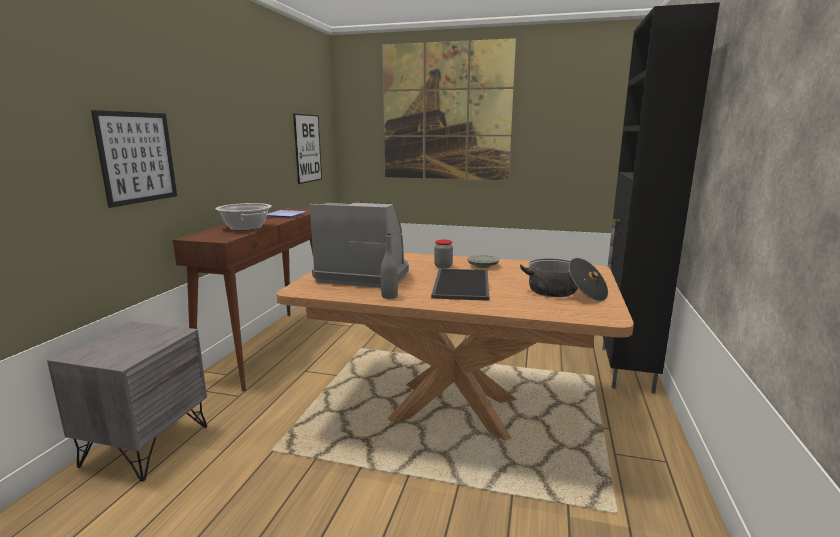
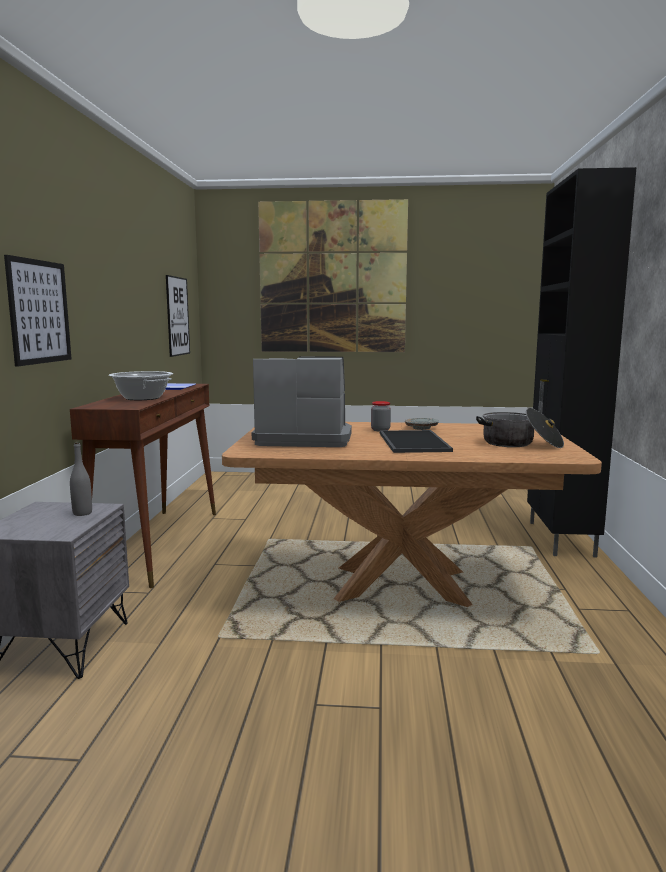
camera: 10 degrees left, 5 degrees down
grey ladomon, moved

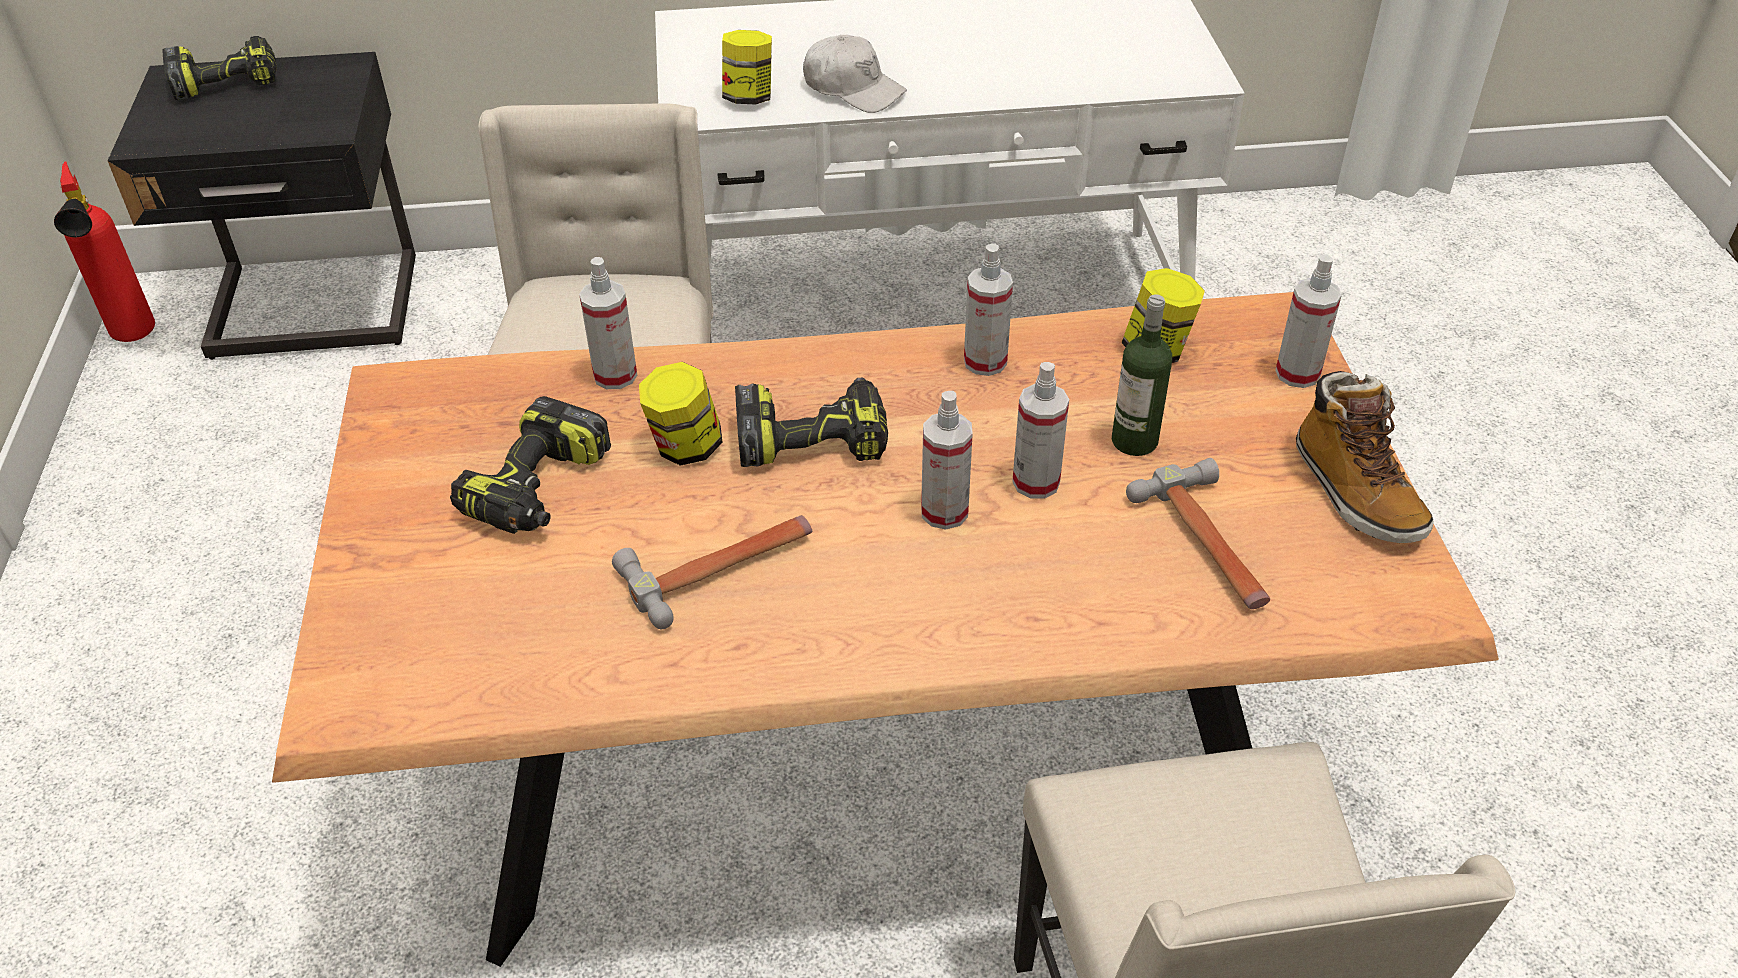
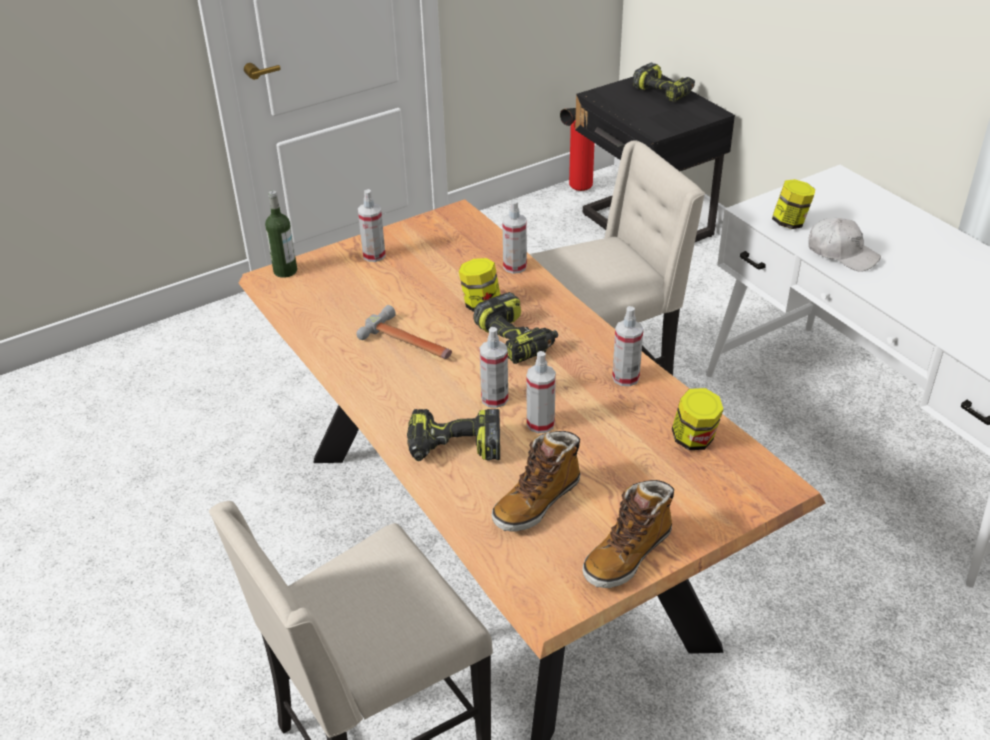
camera: 65 degrees right, 5 degrees down
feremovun (2nd from left in the first image) -> feremovun (1st from left), moved
ladomon, moved
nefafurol (5th from left in the first image) -> nefafurol (1st from left), moved
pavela (2nd from left) -> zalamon (1st from left)
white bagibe, 60 degrees counterclockwise

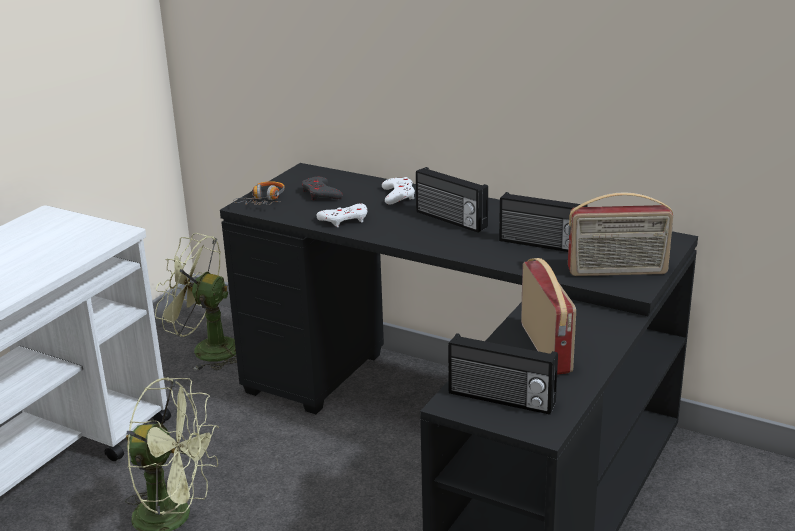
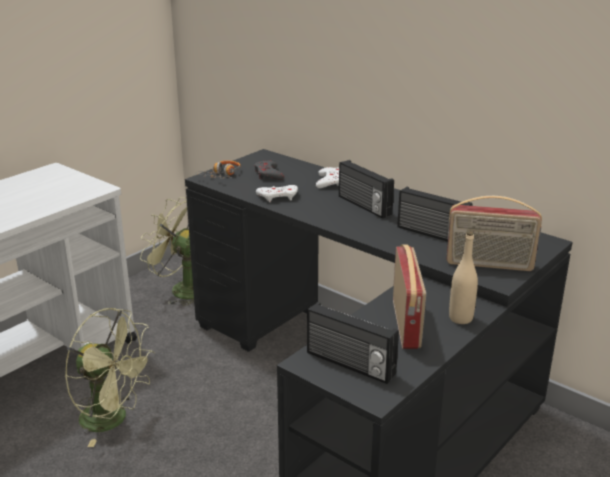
camera: 10 degrees right, 0 degrees up
none -> beige ladomon

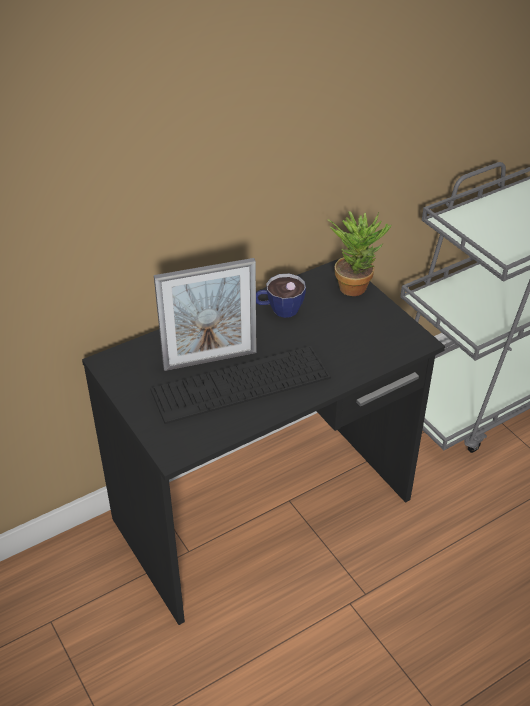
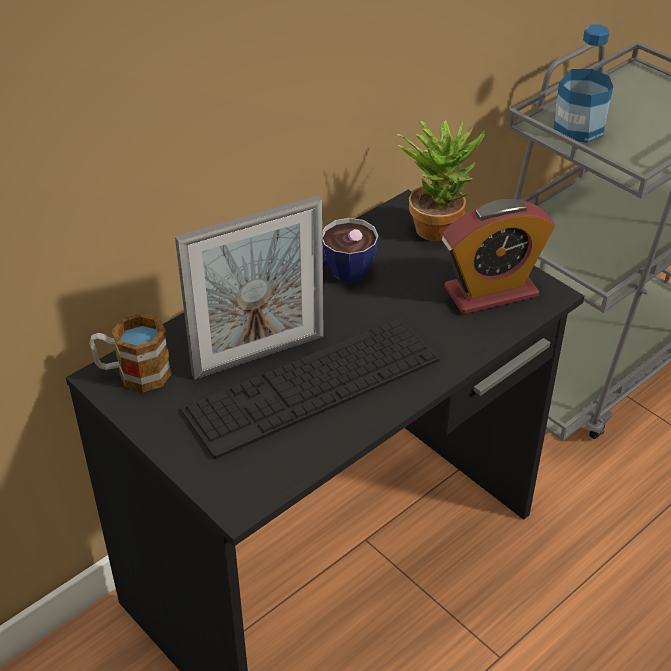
camera: 10 degrees left, 0 degrees up
none -> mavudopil
none -> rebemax
none -> ladomon

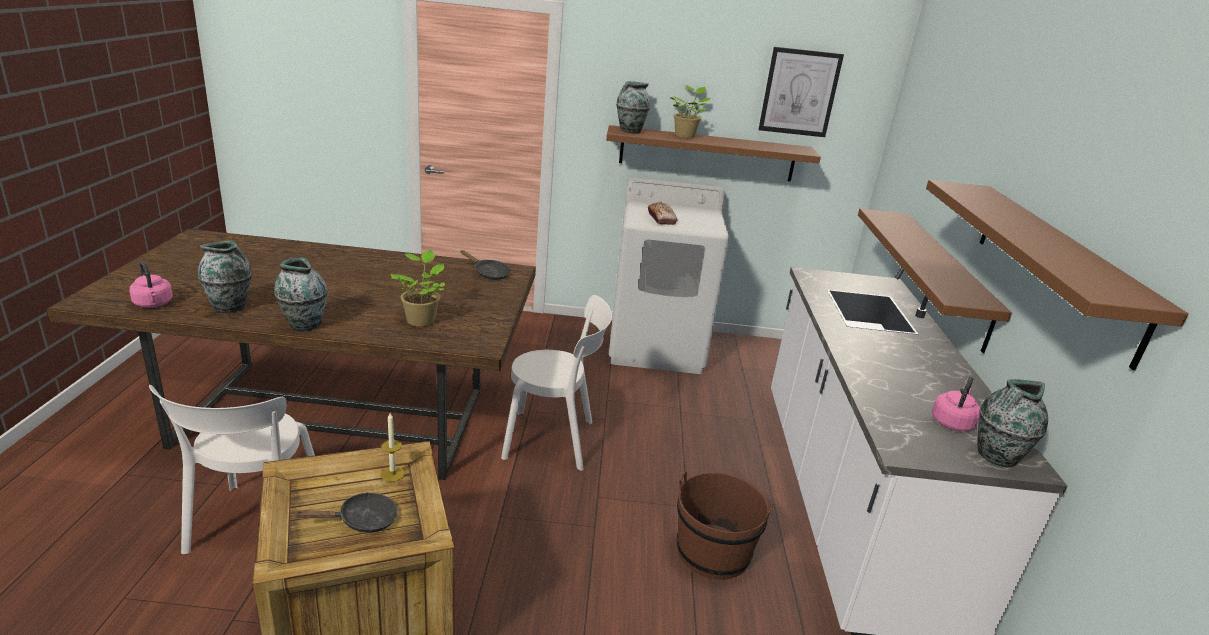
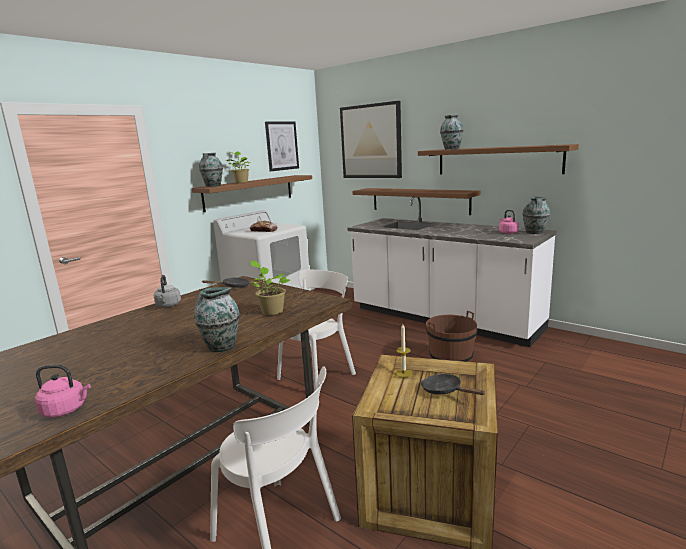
camera: 50 degrees left, 10 degrees down
none -> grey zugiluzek
none -> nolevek (2nd from left)
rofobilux (1st from left in the first image) -> rofobilux (3rd from left), moved
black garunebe (1st from left in the first image) -> black garunebe (2nd from left), 60 degrees counterclockwise

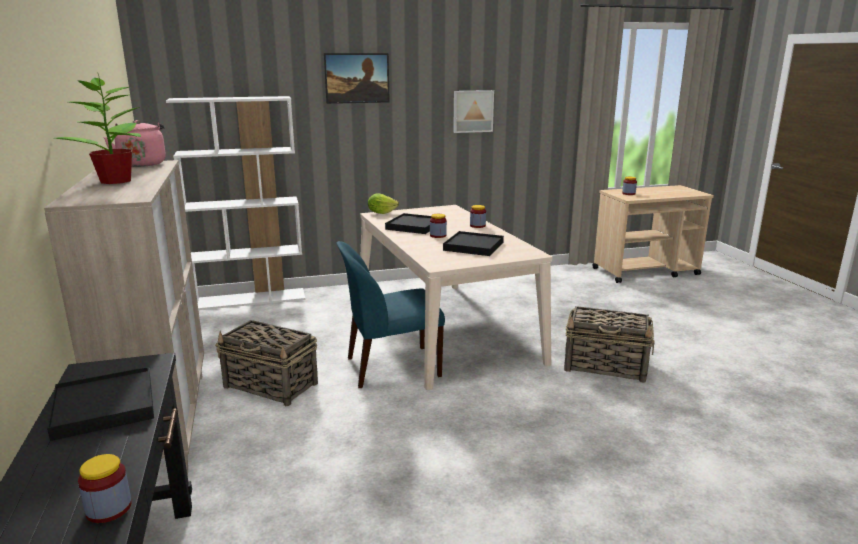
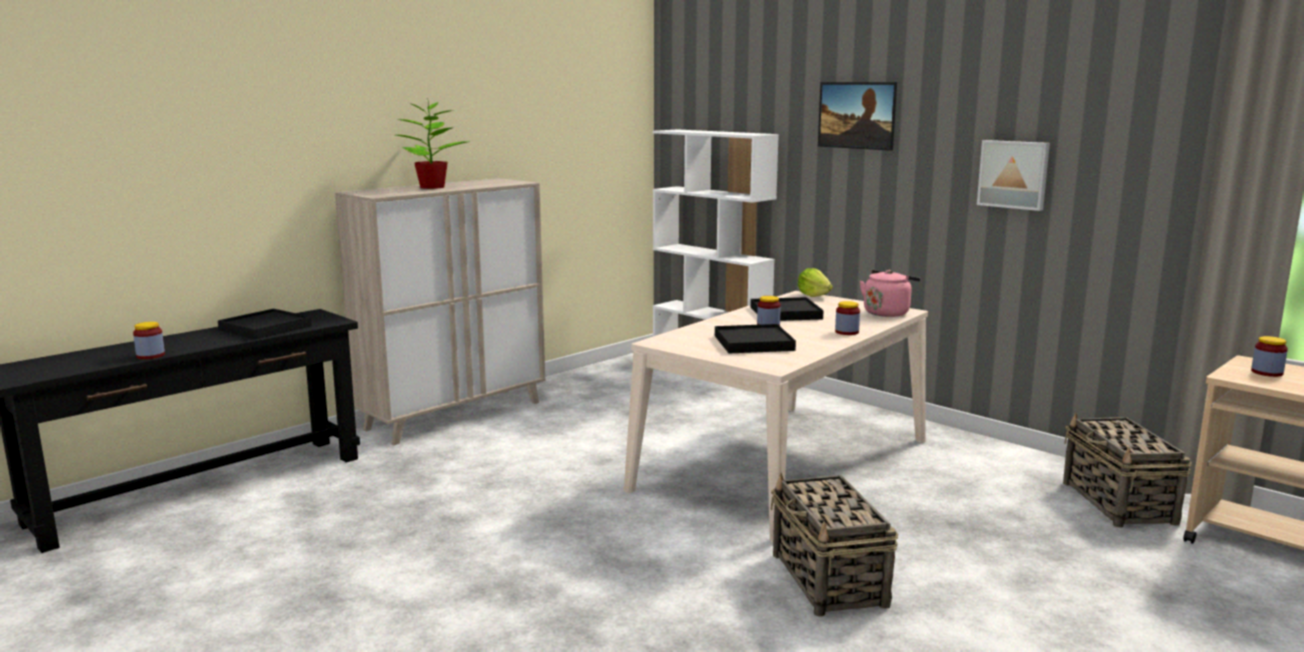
camera: 60 degrees right, 5 degrees down
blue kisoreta -> none
pink zugiluzek, moved
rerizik (1st from left in the first image) -> rerizik (2nd from left), moved

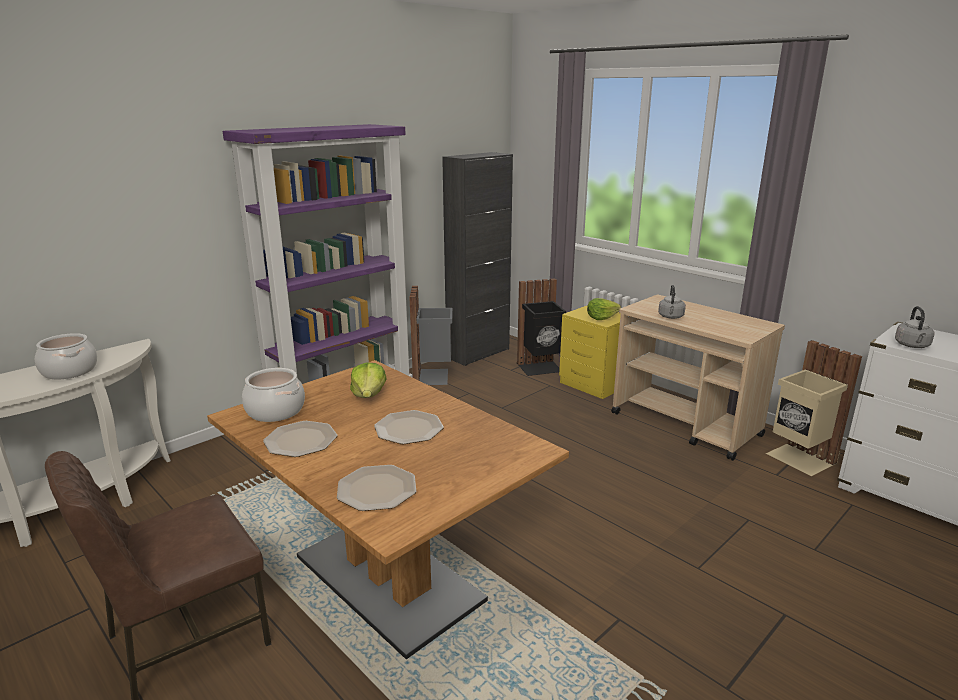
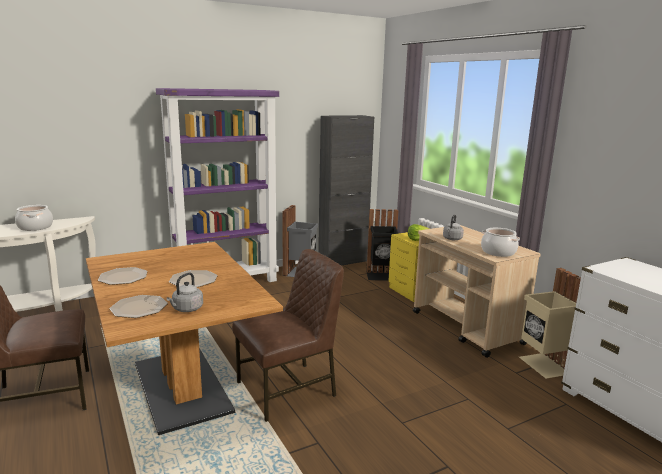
camera: 15 degrees right, 5 degrees down
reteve (1st from left) -> none
none -> brown kisoreta (2nd from left)
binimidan (2nd from left), moved
grey zugiluzek (2nd from left in the first image) -> grey zugiluzek (1st from left), moved

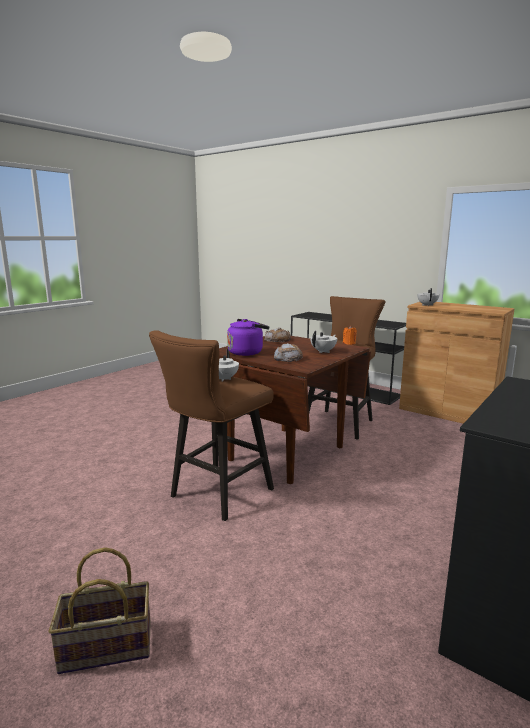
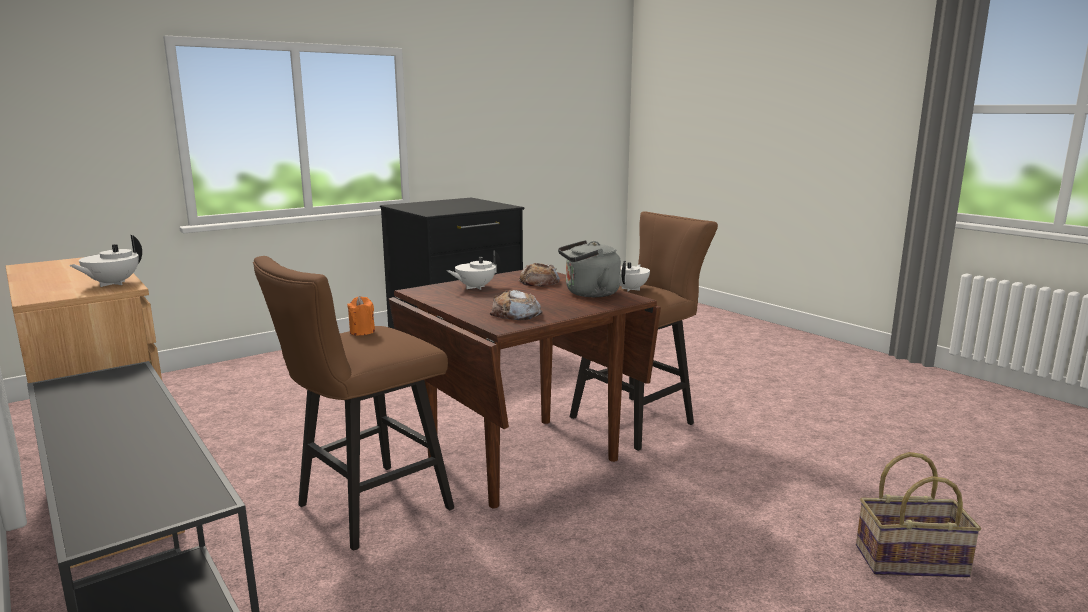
camera: 165 degrees left, 0 degrees up
rerizik, moved
purple zugiluzek -> grey zugiluzek

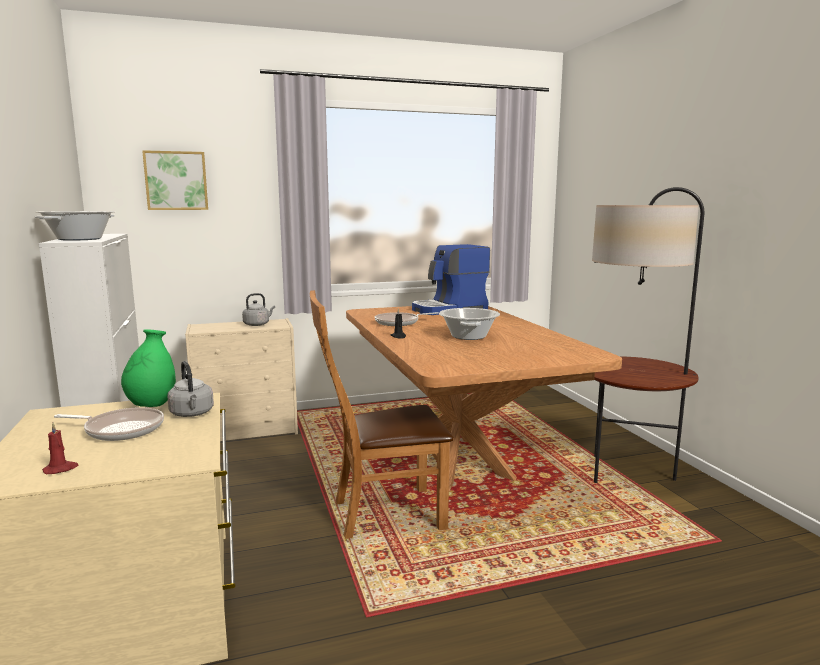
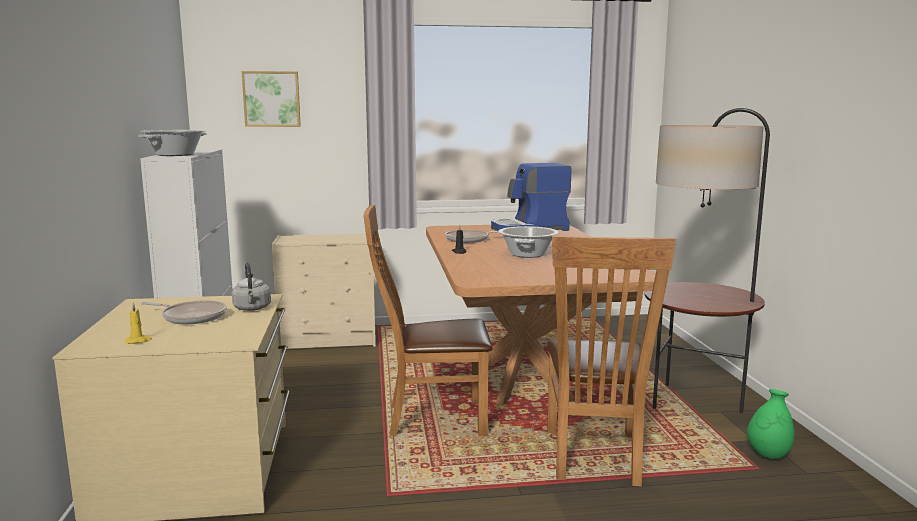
camera: 10 degrees right, 0 degrees up
grey zugiluzek (2nd from left) -> none
none -> brown kisoreta (2nd from left)
green rofobilux, moved
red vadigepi -> yellow vadigepi

